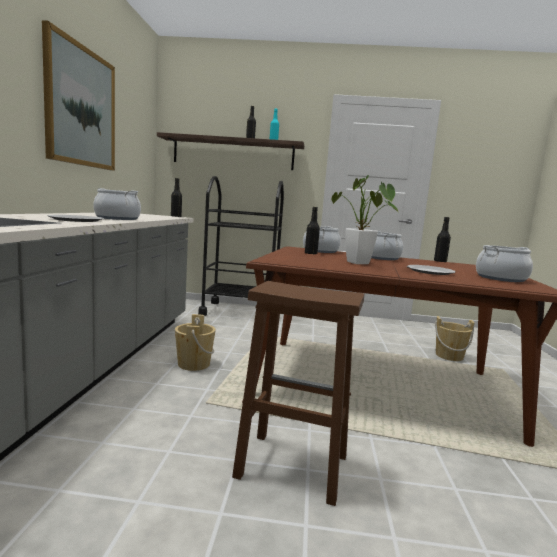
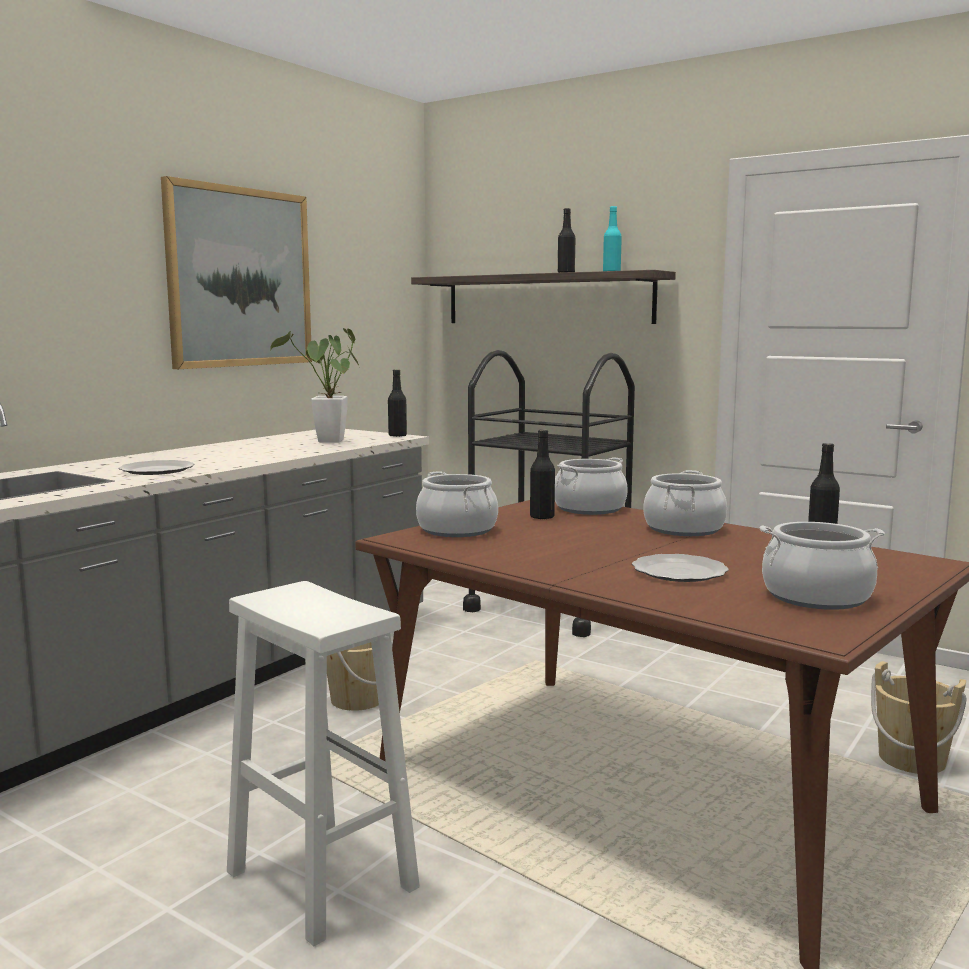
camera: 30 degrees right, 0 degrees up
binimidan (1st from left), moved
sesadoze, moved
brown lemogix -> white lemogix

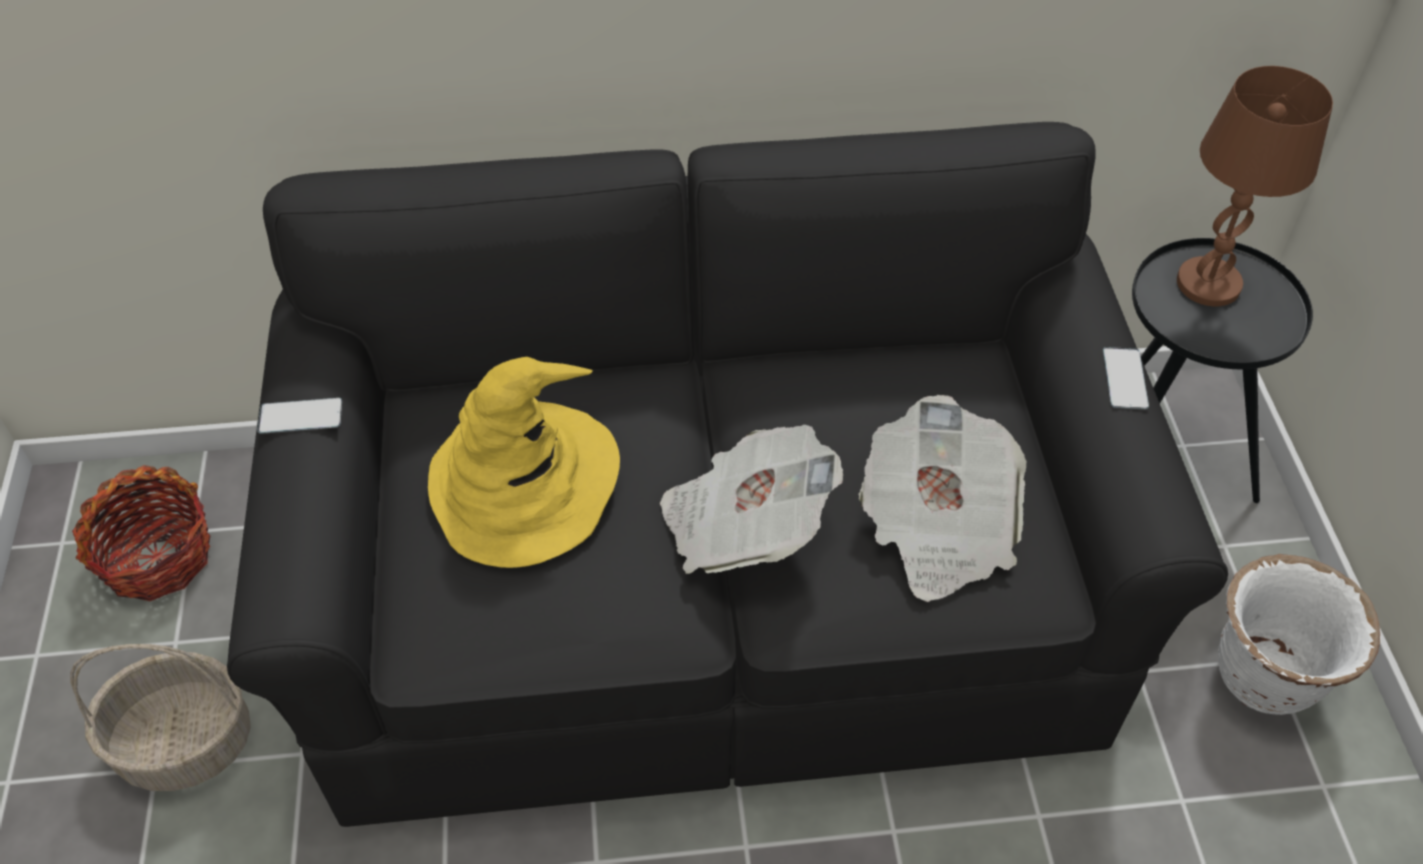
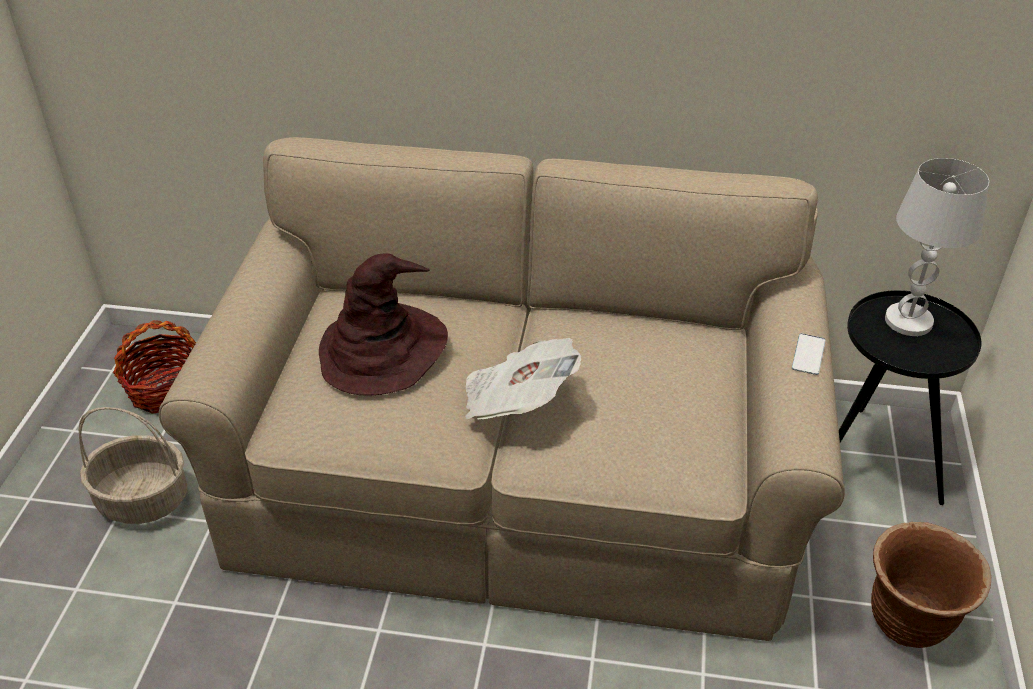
camera: 15 degrees right, 10 degrees down
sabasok (1st from left) -> none
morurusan (2nd from left) -> none
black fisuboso -> beige fisuboso
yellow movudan -> brown movudan
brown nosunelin -> white nosunelin
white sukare -> brown sukare

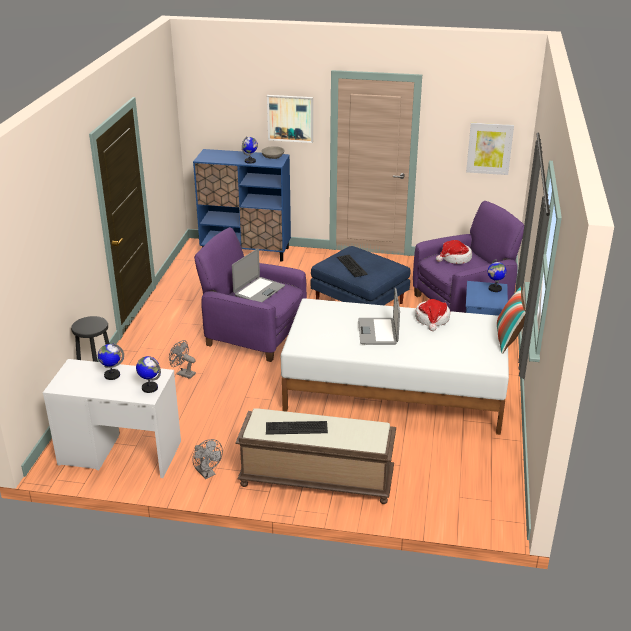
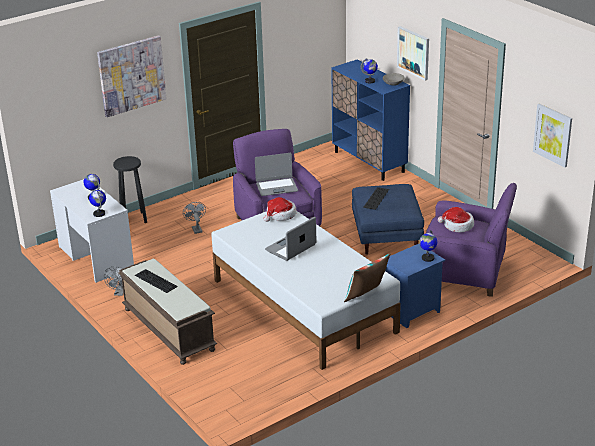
camera: 45 degrees right, 0 degrees up
none -> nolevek (1st from left)
movudan (1st from left), moved

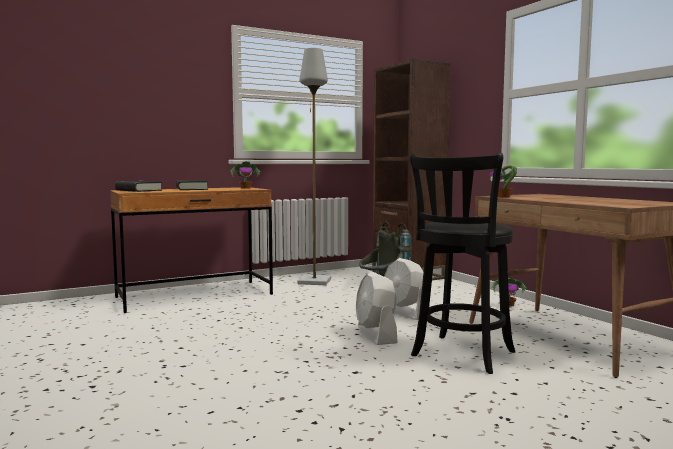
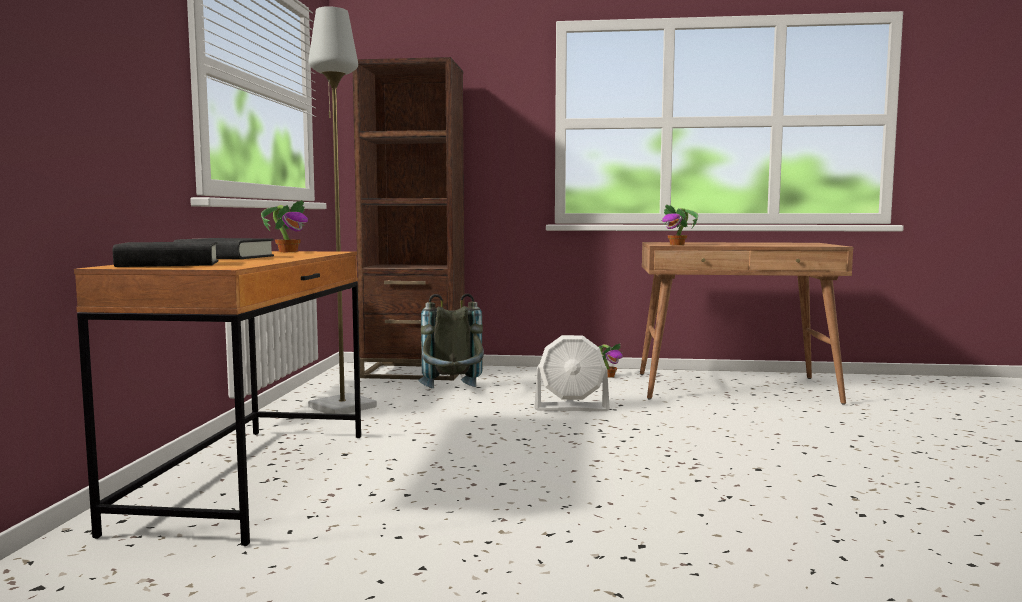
camera: 55 degrees left, 0 degrees up
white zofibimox (1st from left) -> none
black lemogix -> none

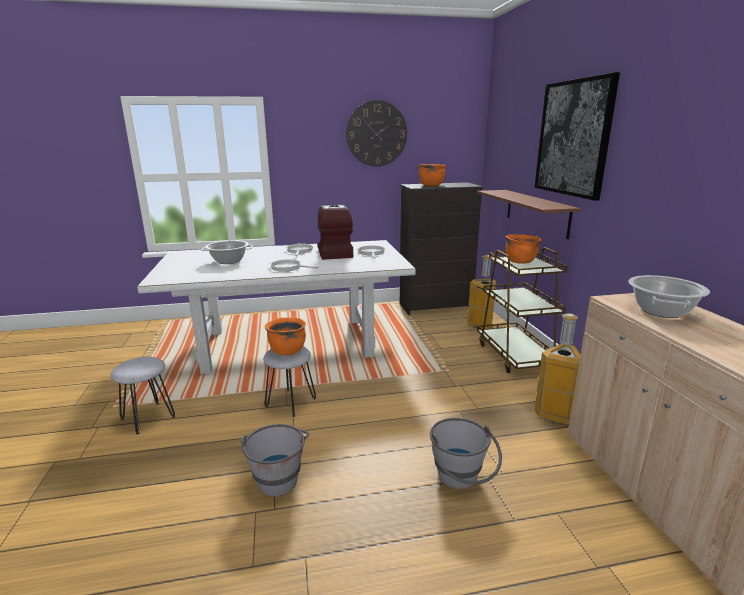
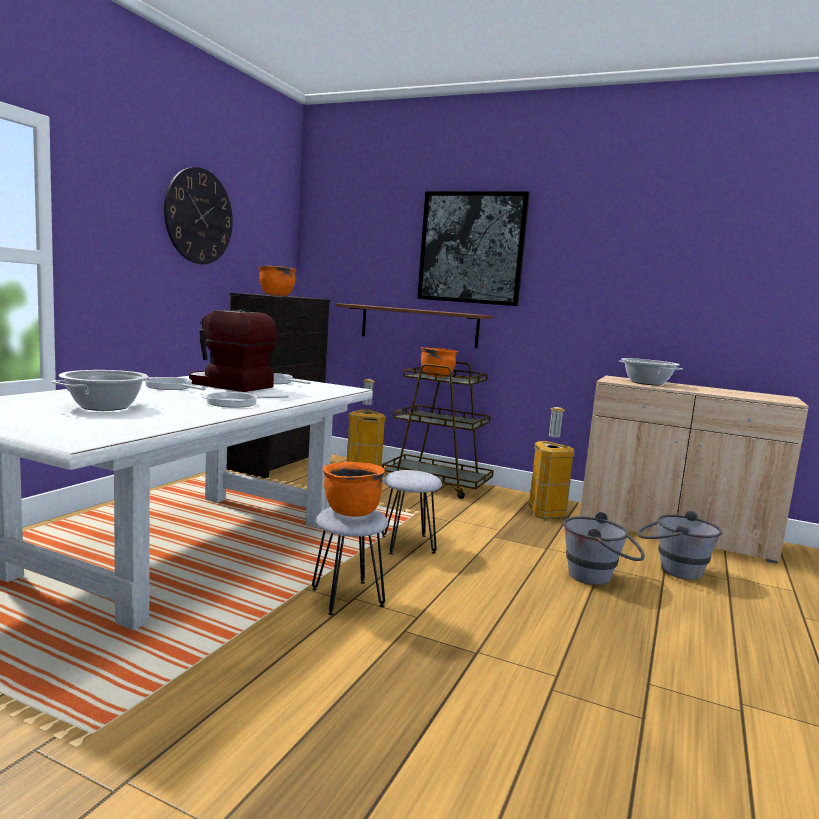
camera: 55 degrees left, 10 degrees down
grey lemogix (1st from left in the first image) -> grey lemogix (2nd from left), moved
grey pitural (1st from left in the first image) -> grey pitural (2nd from left), moved

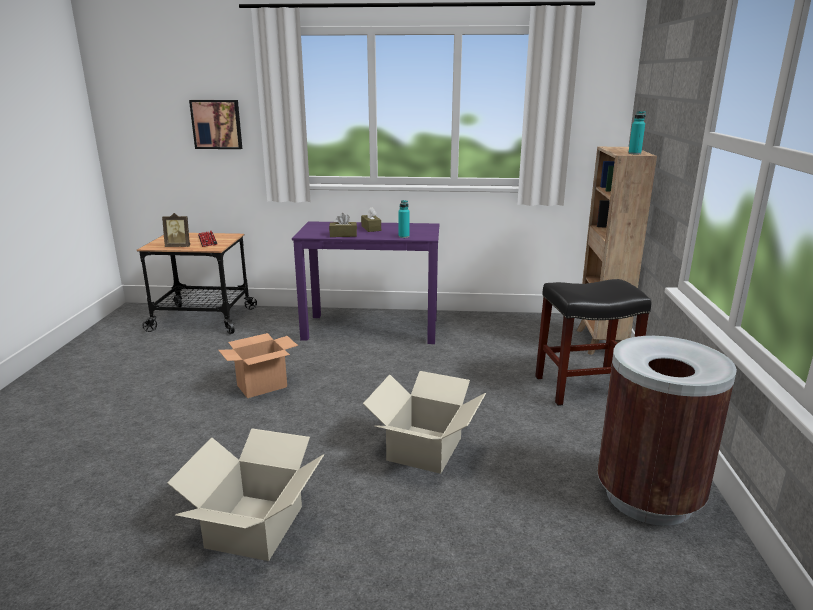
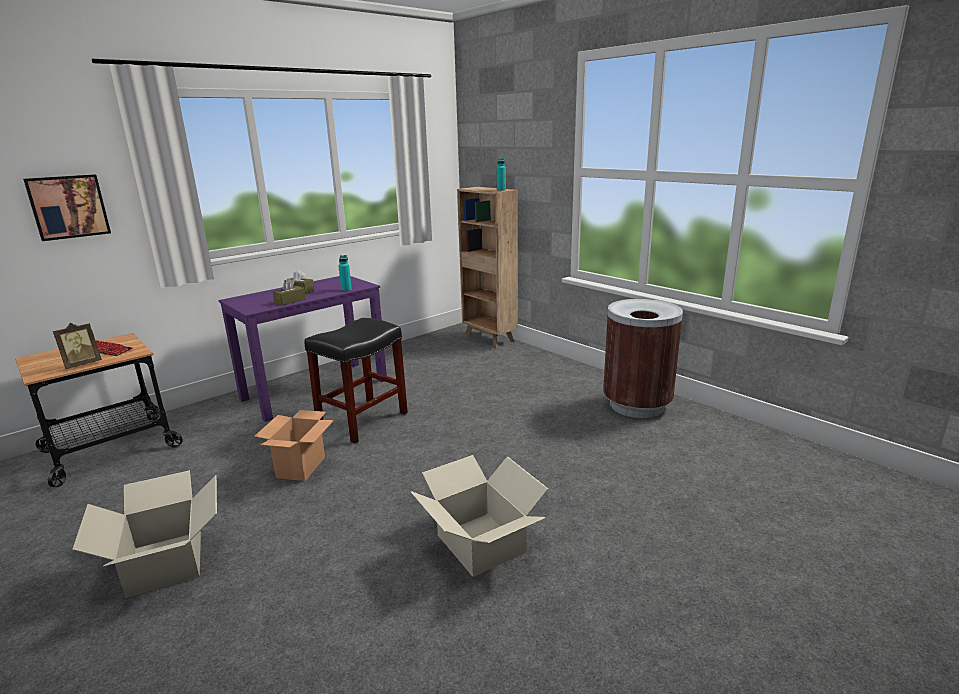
camera: 45 degrees left, 0 degrees up
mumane (3rd from left in the first image) -> mumane (1st from left), moved
black lemogix, moved

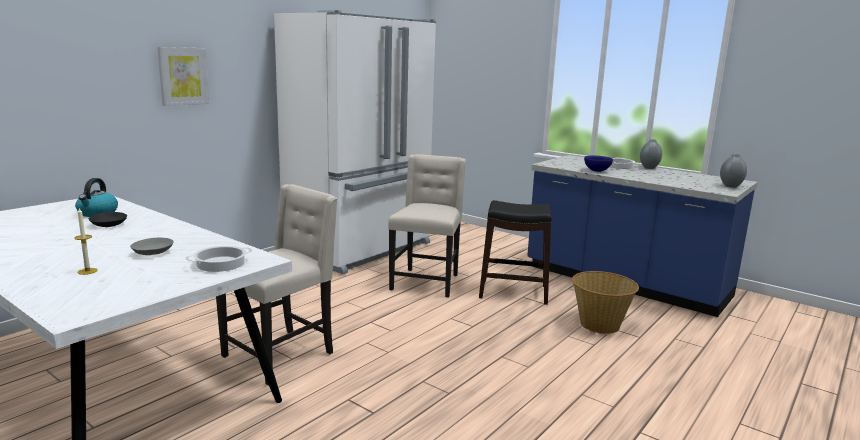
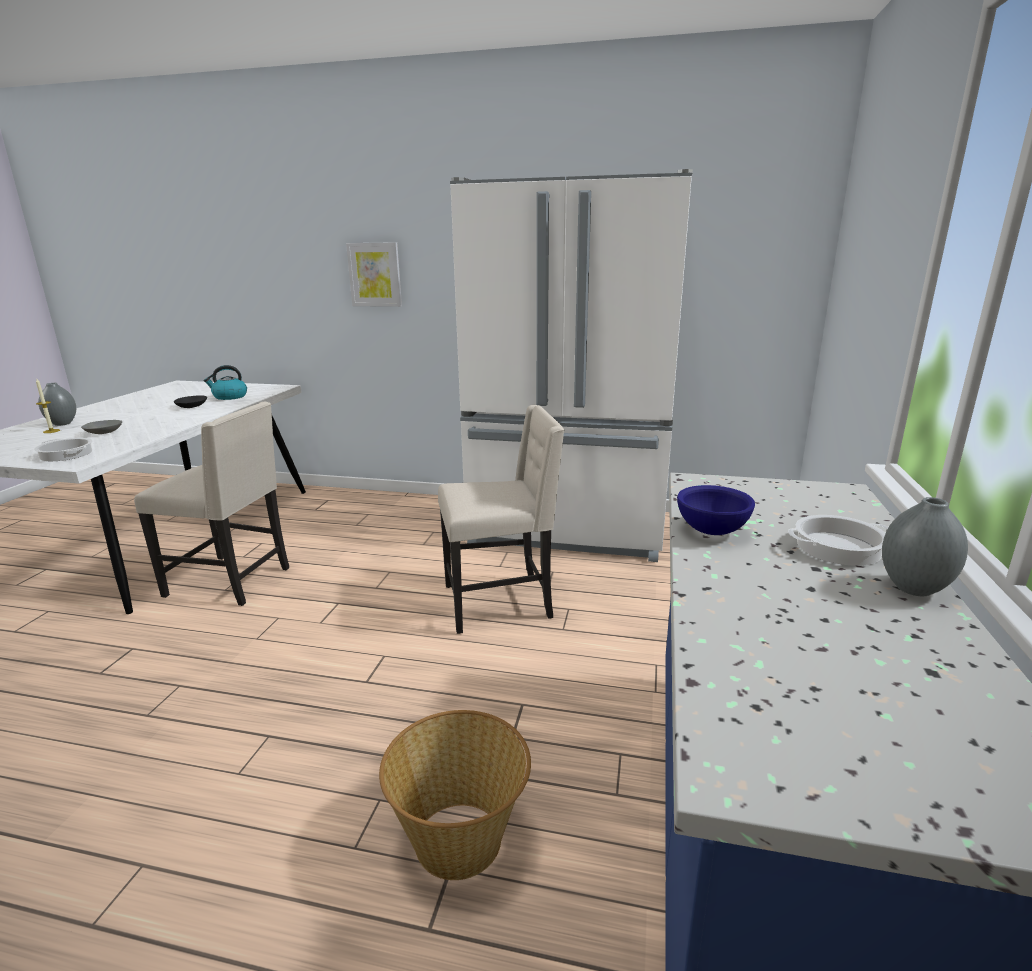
camera: 65 degrees right, 5 degrees up
black lemogix -> none
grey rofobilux (2nd from left in the first image) -> grey rofobilux (1st from left), moved

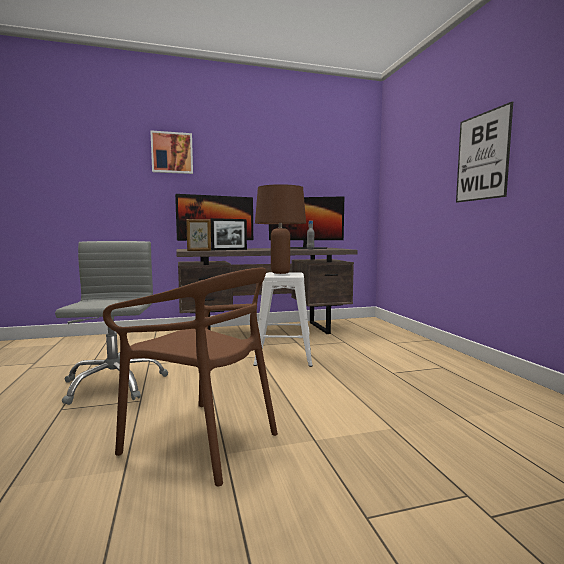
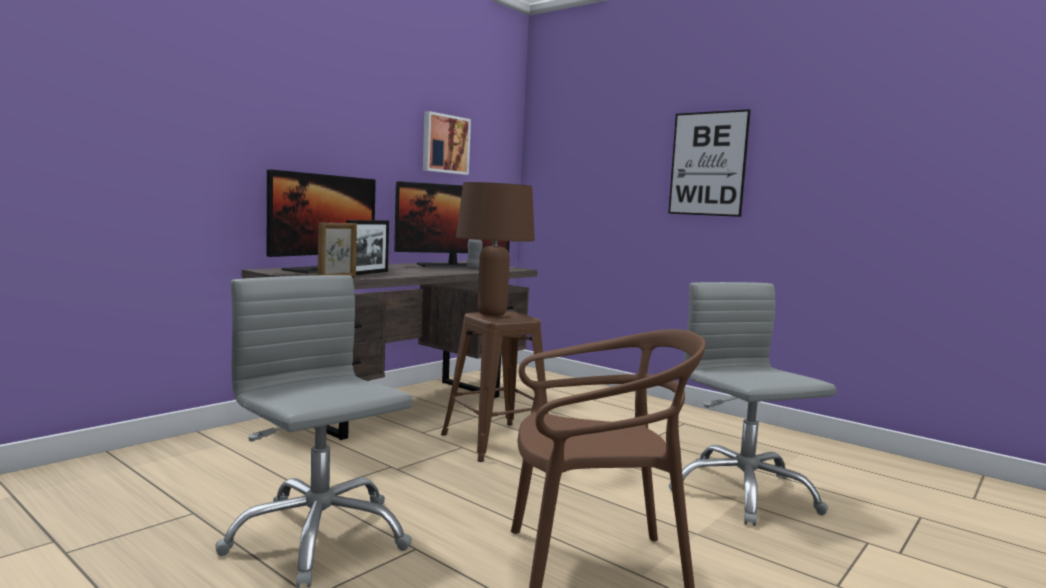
camera: 35 degrees left, 0 degrees up
none -> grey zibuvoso (2nd from left)
nolevek (1st from left), moved
white lemogix -> brown lemogix

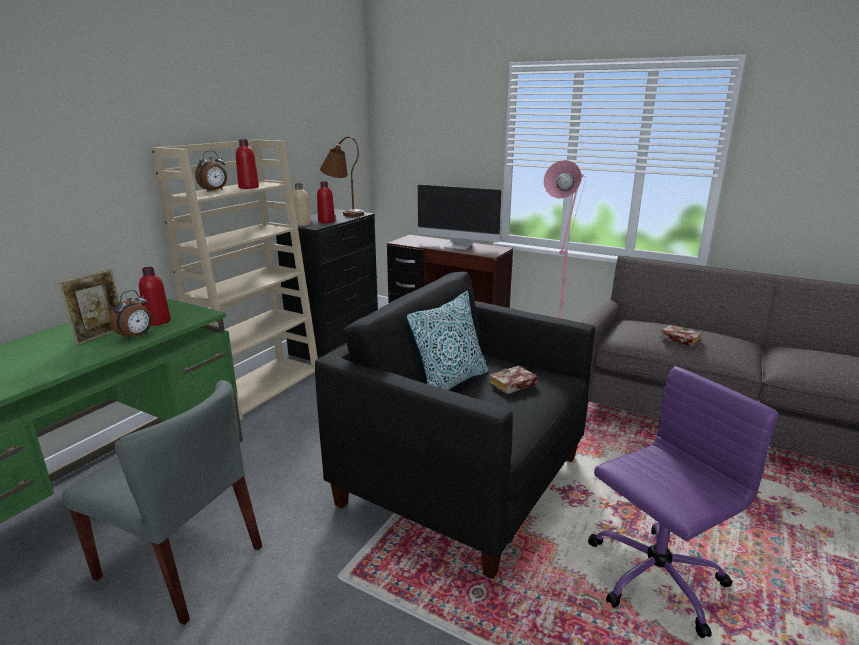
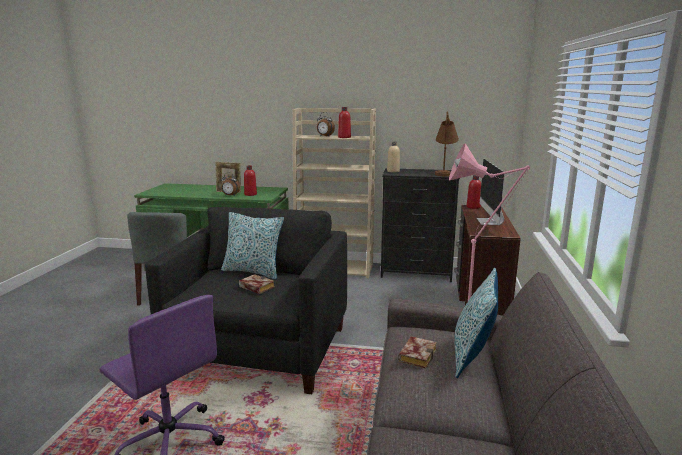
camera: 70 degrees right, 5 degrees down
none -> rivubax (2nd from left)
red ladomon (3rd from left), moved

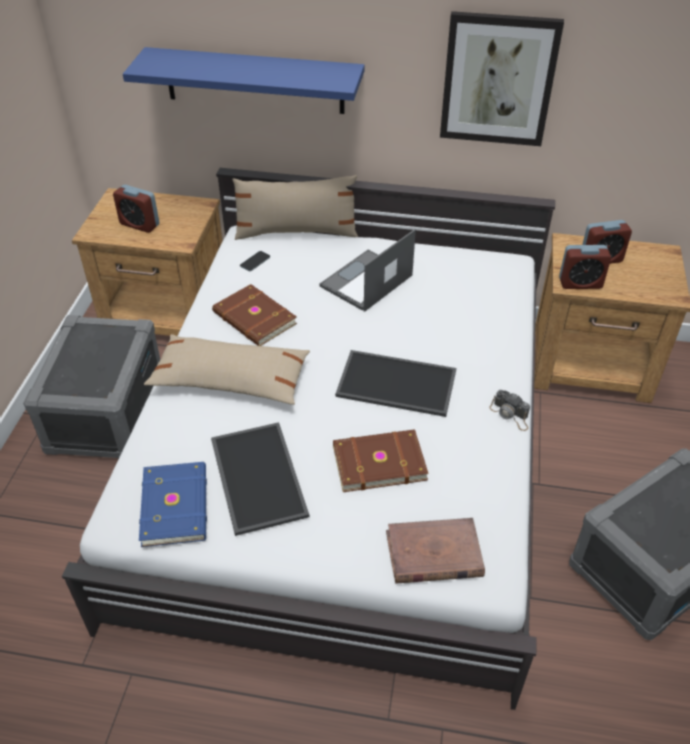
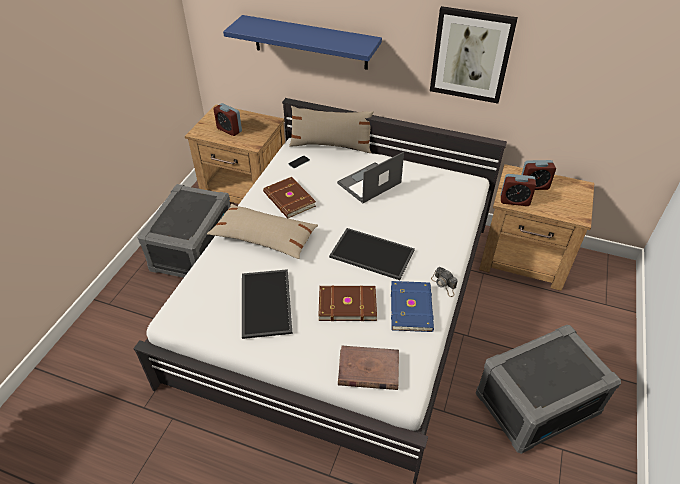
camera: 10 degrees right, 0 degrees up
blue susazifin, moved

